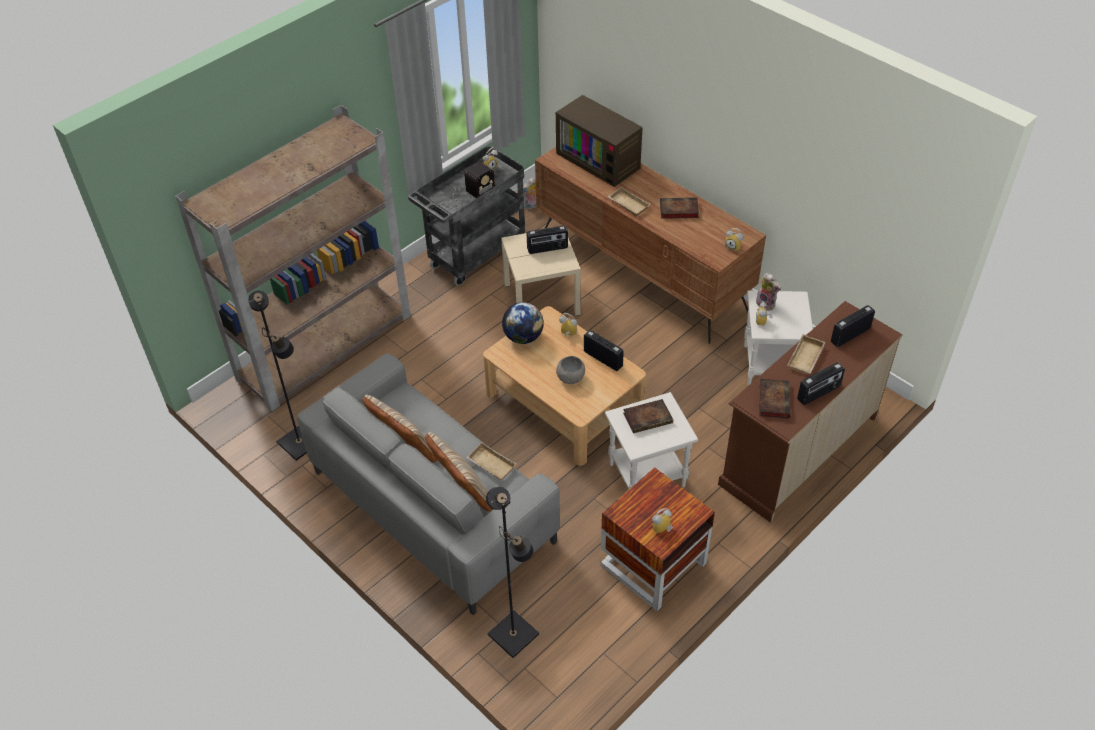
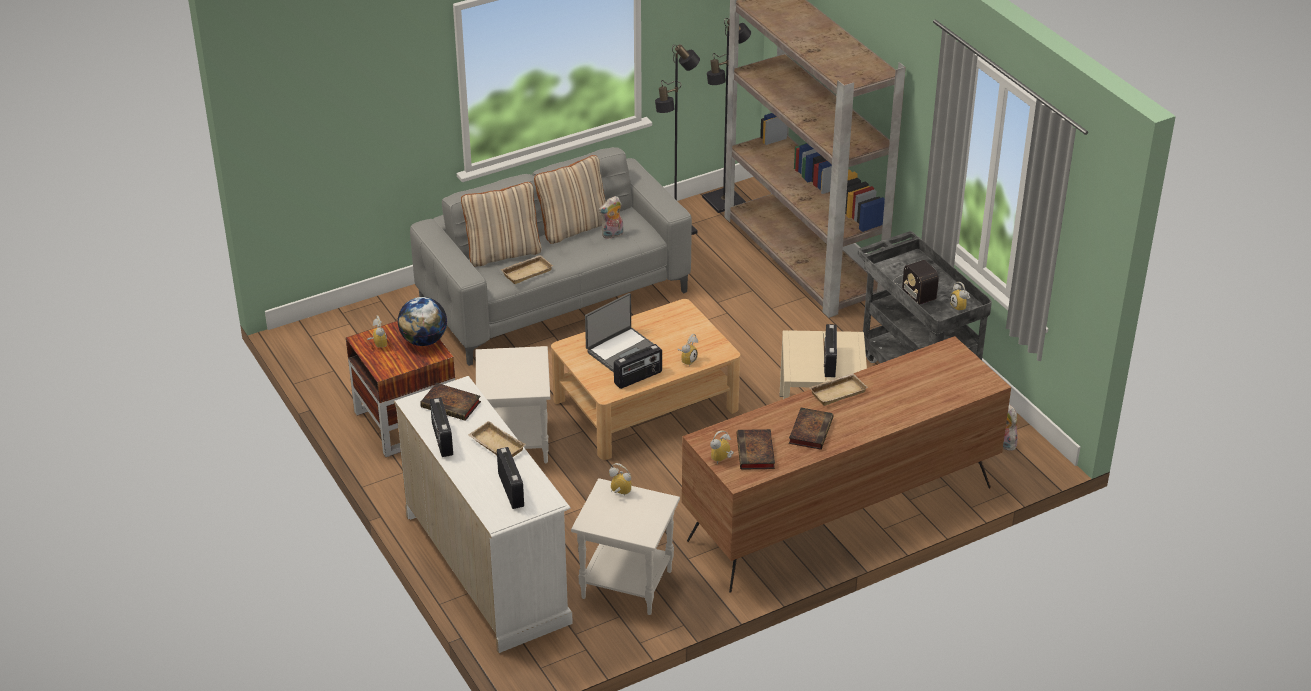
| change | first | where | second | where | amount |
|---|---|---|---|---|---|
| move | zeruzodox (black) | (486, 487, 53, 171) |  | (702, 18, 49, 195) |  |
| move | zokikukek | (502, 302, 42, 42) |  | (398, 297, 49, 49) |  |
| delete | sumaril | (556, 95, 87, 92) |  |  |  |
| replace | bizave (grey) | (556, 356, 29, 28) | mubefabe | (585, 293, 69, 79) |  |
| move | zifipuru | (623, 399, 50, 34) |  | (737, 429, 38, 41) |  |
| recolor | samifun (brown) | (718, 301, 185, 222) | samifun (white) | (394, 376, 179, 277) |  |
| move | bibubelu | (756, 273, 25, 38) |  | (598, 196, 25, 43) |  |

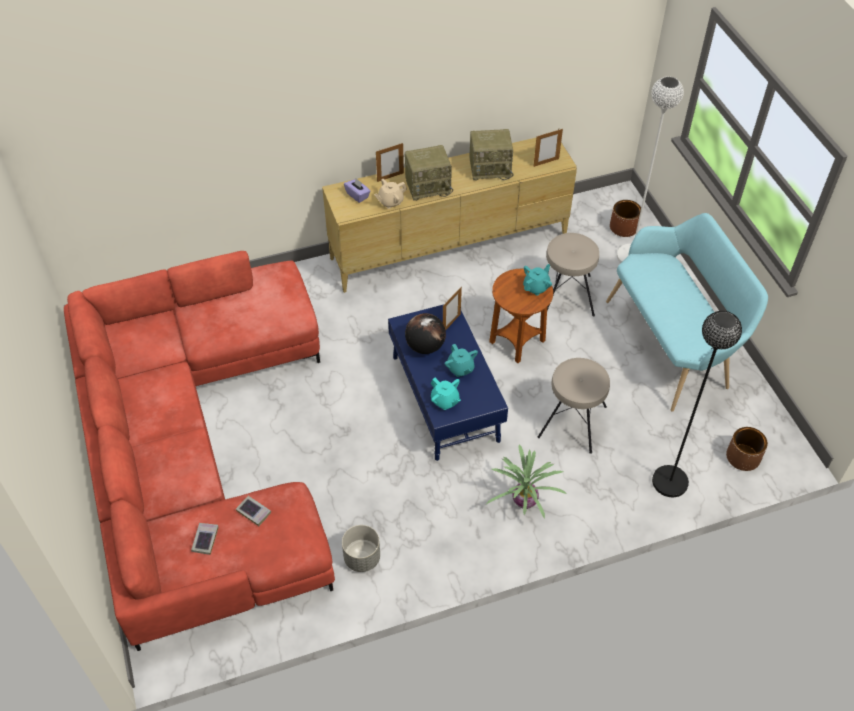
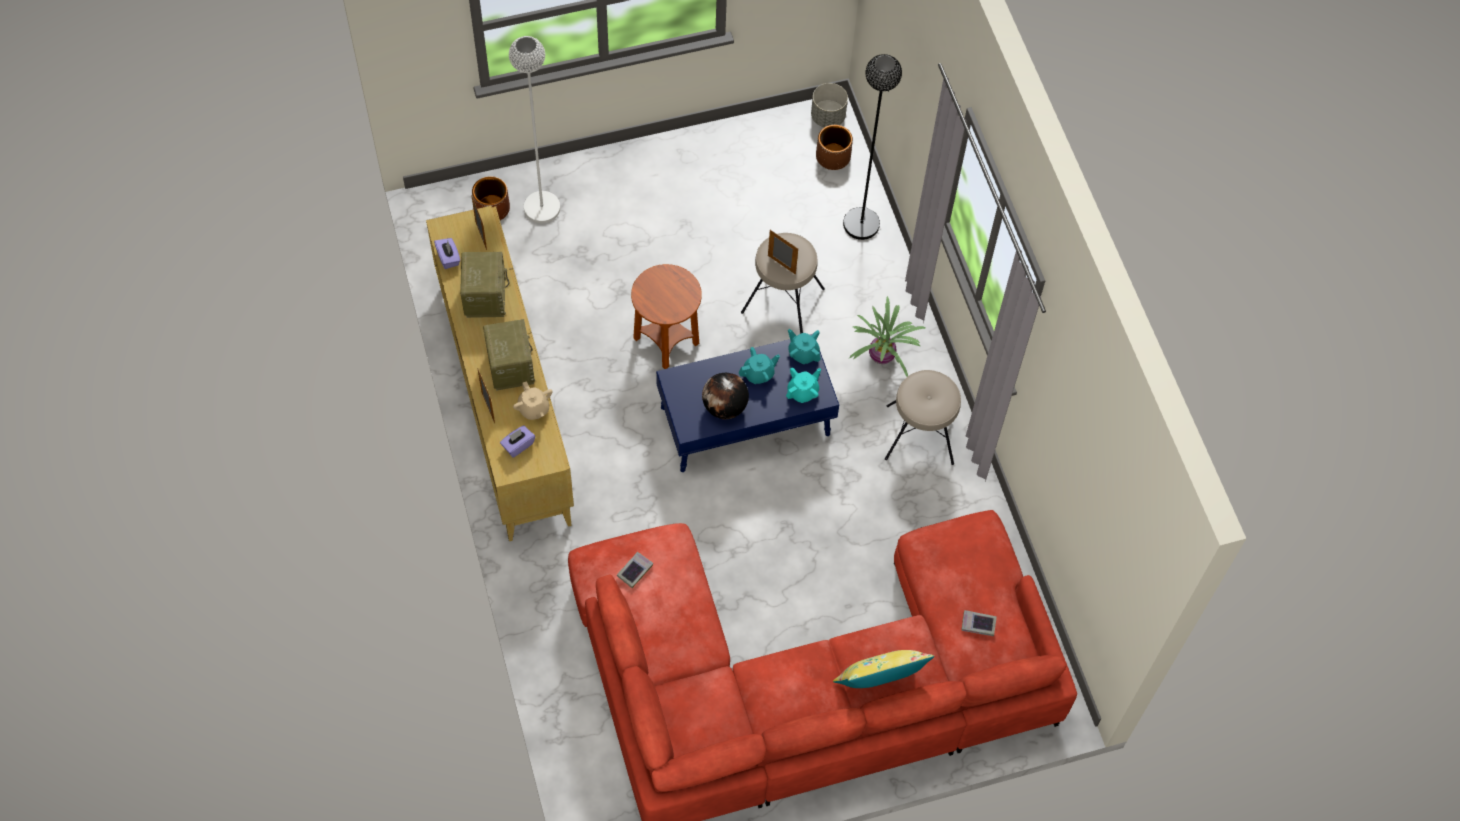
| change | first | where | second | where | amount |
|---|---|---|---|---|---|
| move | zifipuru | (236, 496, 35, 30) |  | (617, 552, 36, 36) |  |
| move | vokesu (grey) | (342, 525, 38, 47) |  | (811, 83, 37, 44) |  |
| move | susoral | (443, 287, 19, 43) |  | (768, 230, 30, 45) |  |
| move | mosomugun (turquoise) | (523, 264, 29, 32) |  | (788, 329, 33, 35) |  |
| move | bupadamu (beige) | (546, 233, 53, 83) |  | (885, 370, 76, 95) |  |
| delete | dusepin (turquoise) | (606, 213, 162, 199) |  |  |  |
| insert |  |  | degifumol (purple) | (434, 238, 26, 31) |  |
| insert |  |  | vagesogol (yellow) | (833, 650, 101, 38) |  |

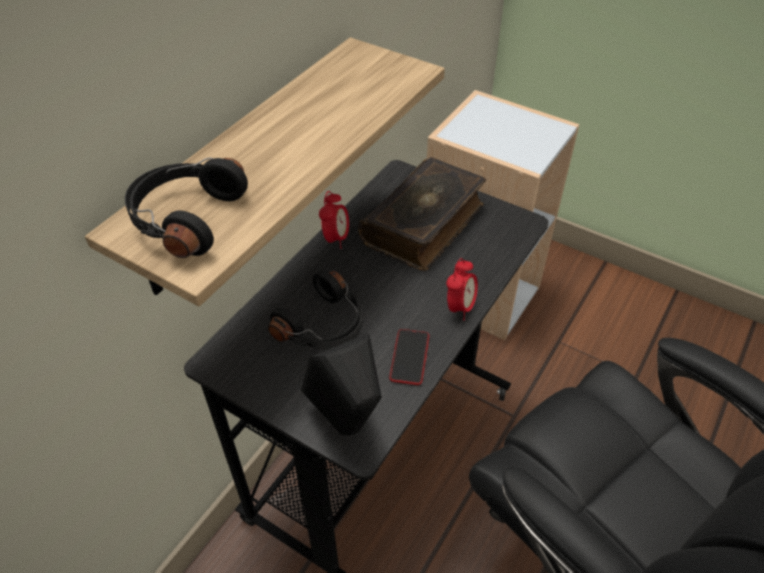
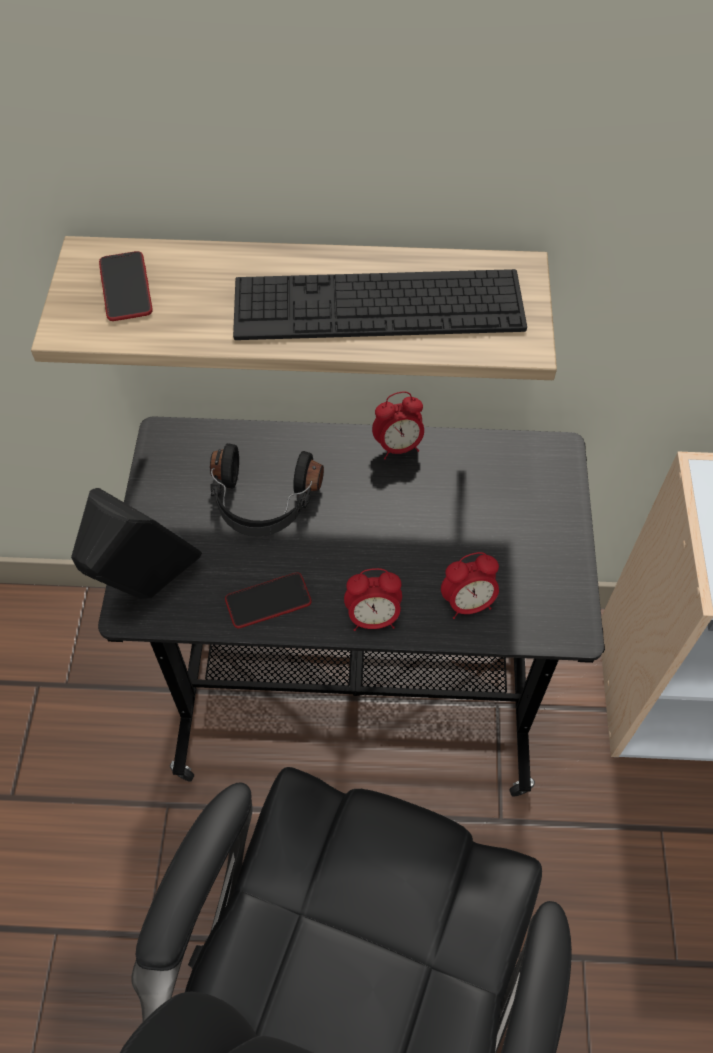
| change | first | where | second | where | amount |
|---|---|---|---|---|---|
| replace | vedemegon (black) | (125, 158, 123, 100) | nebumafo | (99, 251, 54, 70) |  |
| delete | zifipuru | (358, 157, 128, 114) |  |  |  |
| insert |  |  | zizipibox | (233, 269, 294, 71) |  |
| insert |  |  | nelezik | (441, 552, 58, 67) |  |

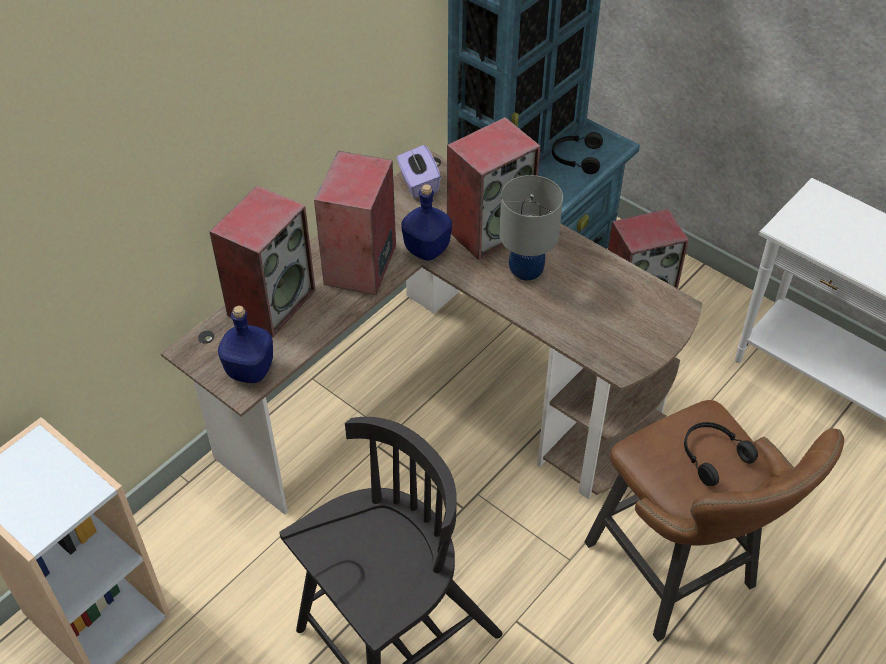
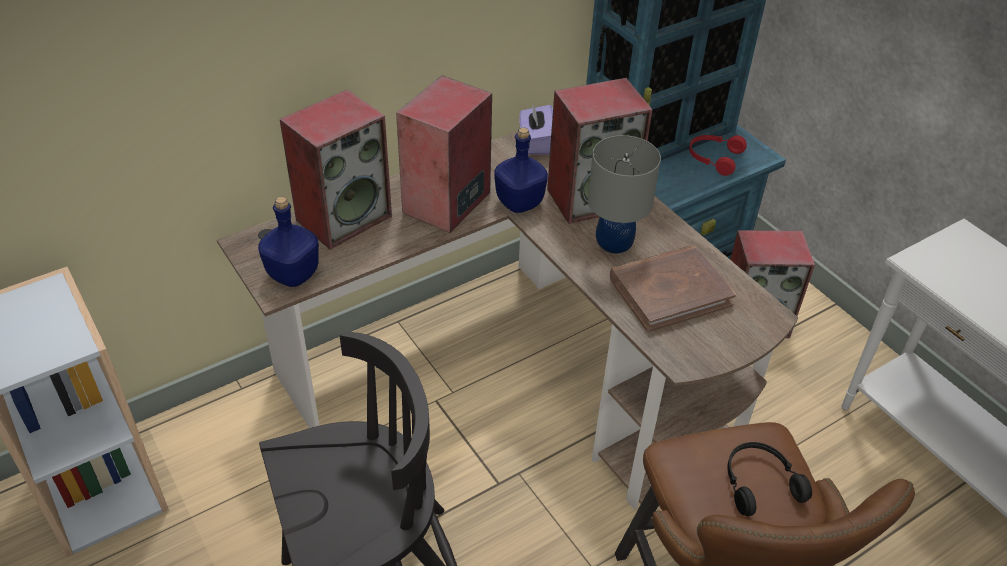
| change | first | where | second | where | amount |
|---|---|---|---|---|---|
| recolor | vedemegon (black) | (552, 132, 51, 42) | vedemegon (red) | (689, 135, 58, 41) |  |
| insert |  |  | zifipuru (brown) | (610, 245, 126, 87) |  |

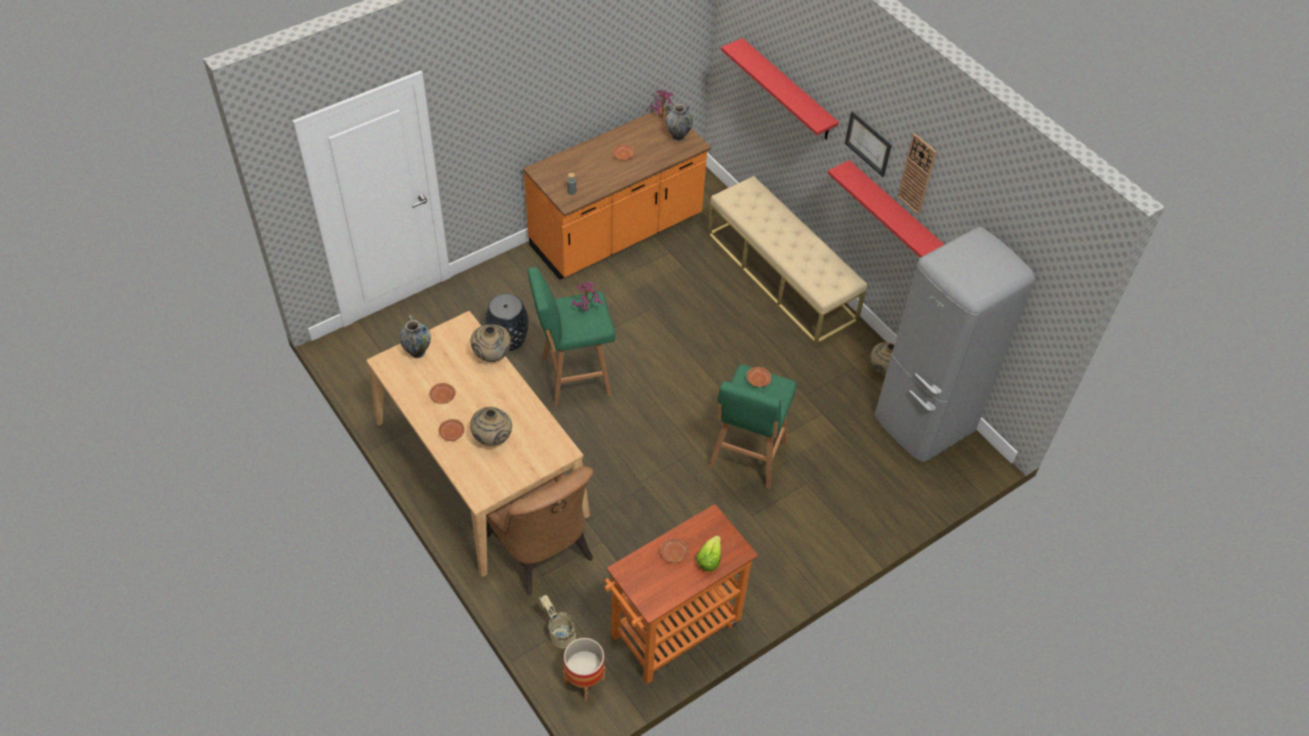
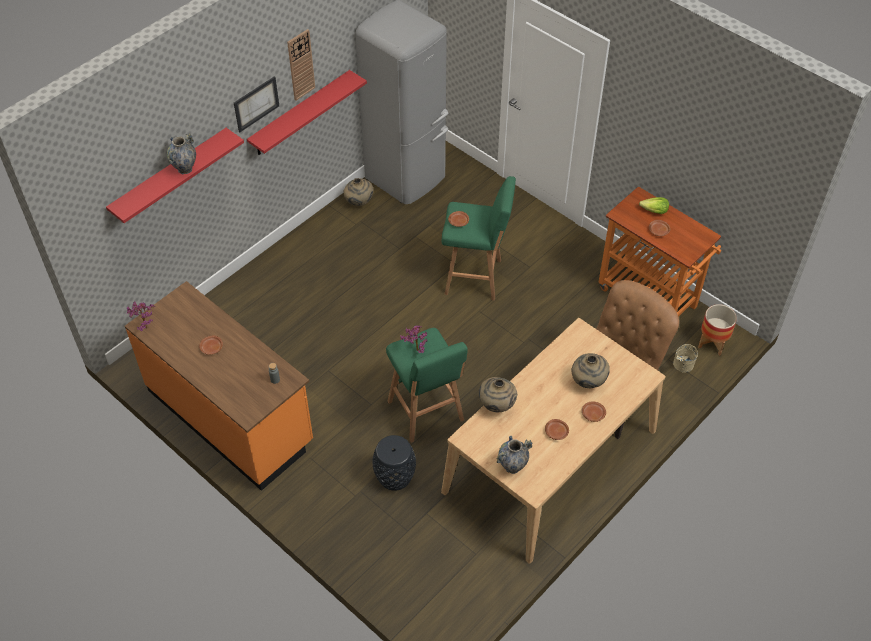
| change | first | where | second | where | amount |
|---|---|---|---|---|---|
| move | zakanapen | (665, 103, 28, 38) |  | (167, 134, 29, 40) |  |
| delete | dusepin (beige) | (707, 176, 160, 169) |  |  |  |

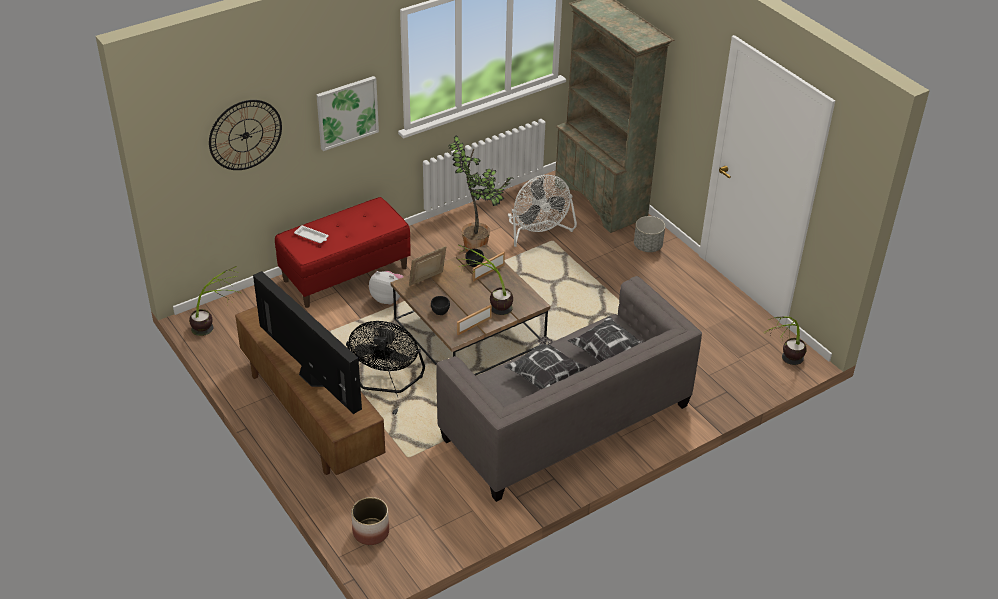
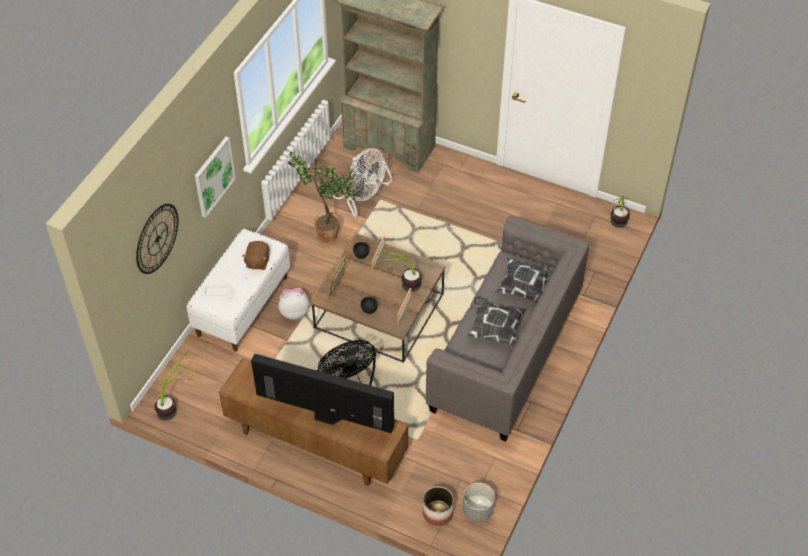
| change | first | where | second | where | amount |
|---|---|---|---|---|---|
| recolor | dusepin (red) | (275, 197, 136, 111) | dusepin (white) | (187, 229, 103, 123) |  |
| move | vokesu (grey) | (634, 216, 31, 36) |  | (463, 483, 32, 39) |  |
| insert |  |  | bibubelu (brown) | (242, 241, 28, 29) |  |

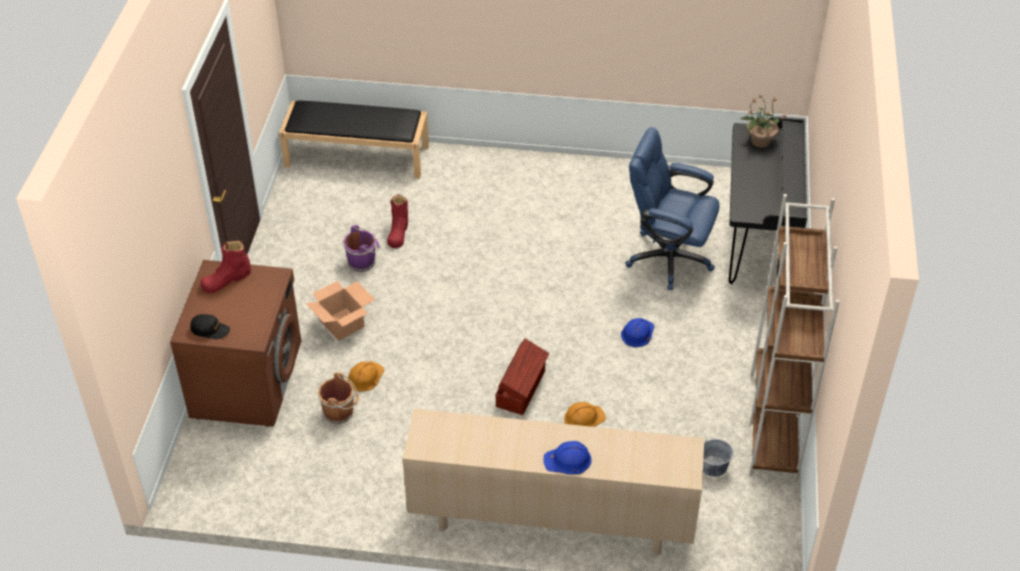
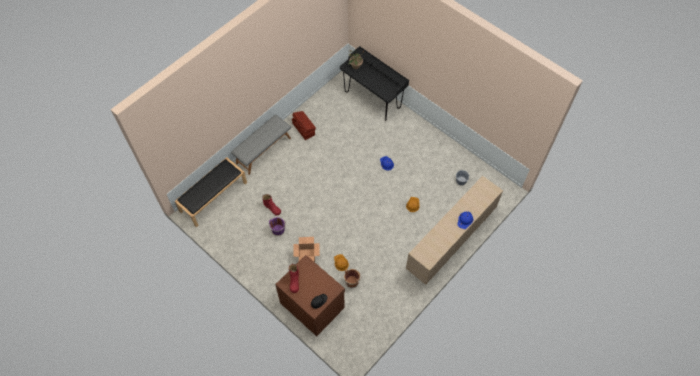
| change | first | where | second | where | amount |
|---|---|---|---|---|---|
| move | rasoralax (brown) | (496, 339, 53, 76) |  | (292, 111, 24, 29) |  |
| delete | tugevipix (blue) | (625, 127, 95, 163) |  |  |  |
| delete | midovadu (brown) | (749, 194, 91, 287) |  |  |  |
| insert |  |  | dusepin (grey) | (231, 115, 60, 60) |  |

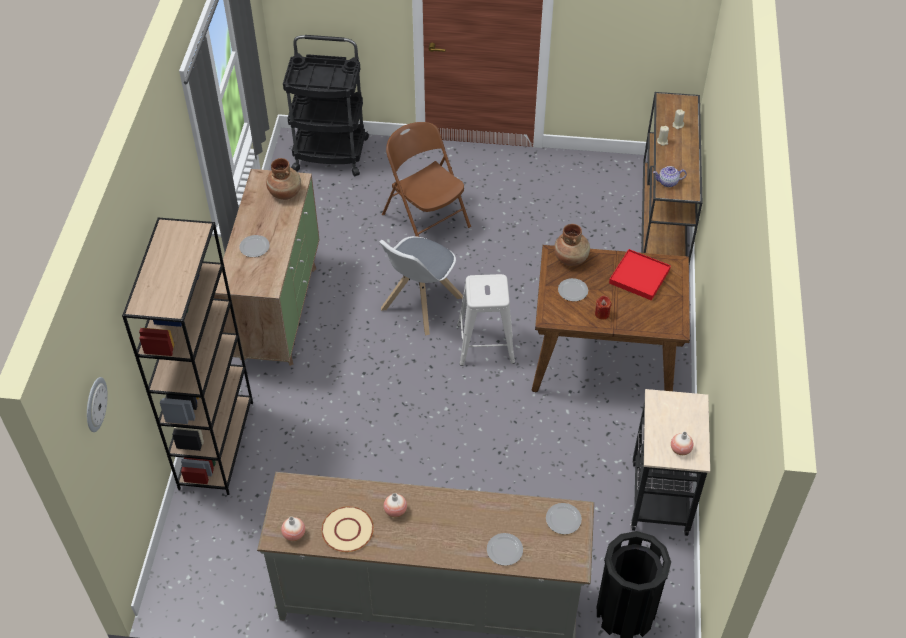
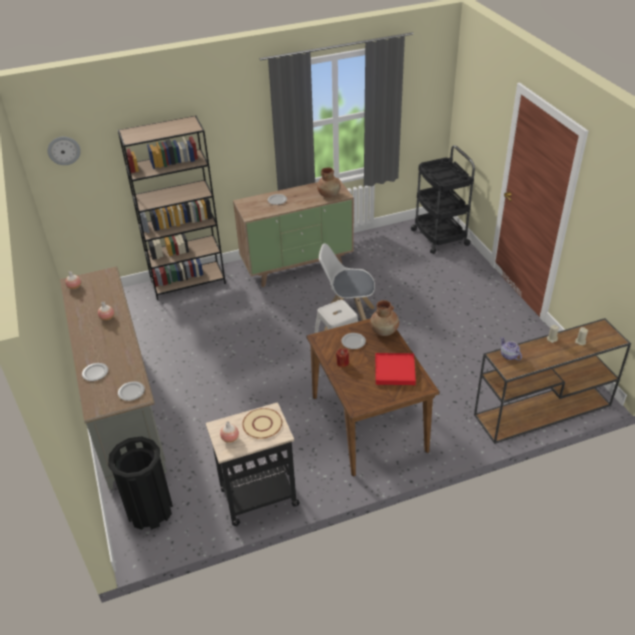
| change | first | where | second | where | amount |
|---|---|---|---|---|---|
| move | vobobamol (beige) | (322, 506, 52, 46) |  | (242, 408, 40, 31) |  |
| delete | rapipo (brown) | (382, 122, 89, 115) |  |  |  |

